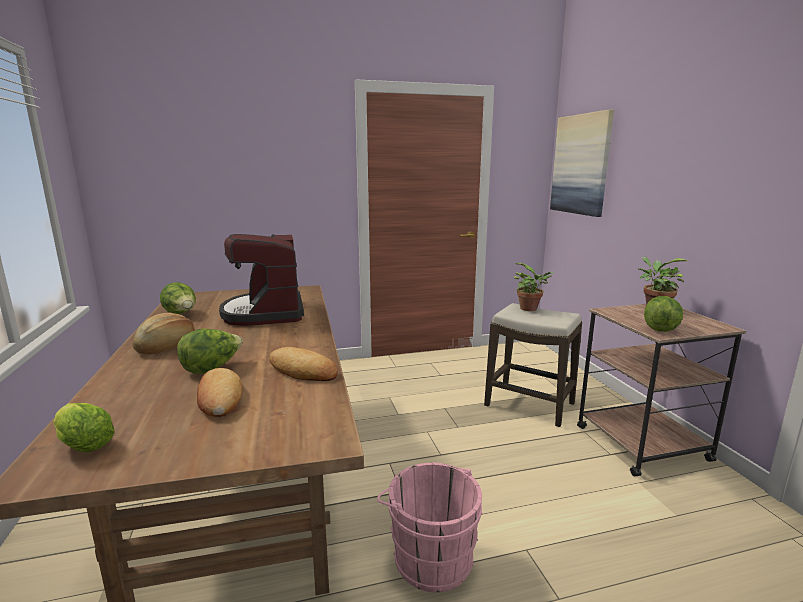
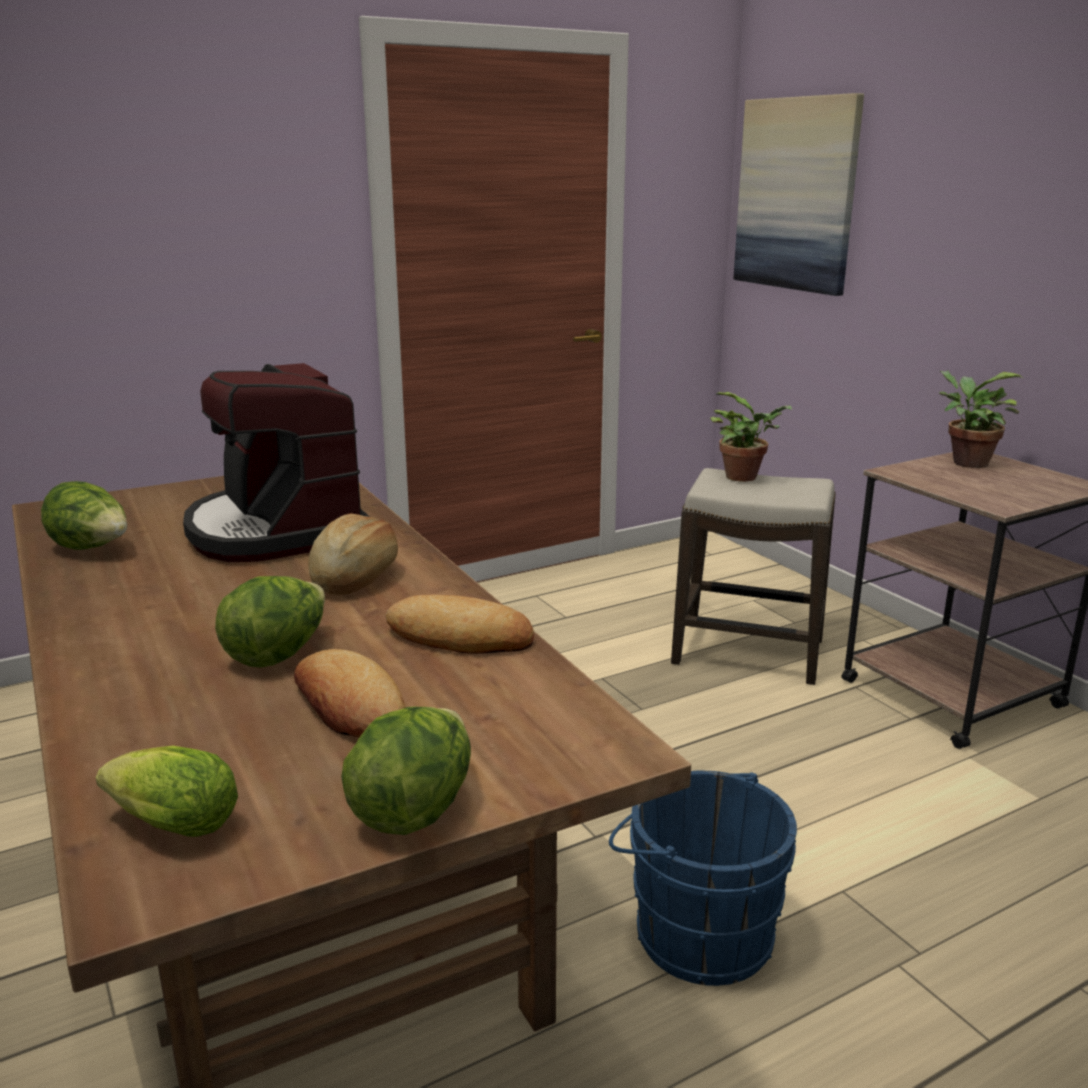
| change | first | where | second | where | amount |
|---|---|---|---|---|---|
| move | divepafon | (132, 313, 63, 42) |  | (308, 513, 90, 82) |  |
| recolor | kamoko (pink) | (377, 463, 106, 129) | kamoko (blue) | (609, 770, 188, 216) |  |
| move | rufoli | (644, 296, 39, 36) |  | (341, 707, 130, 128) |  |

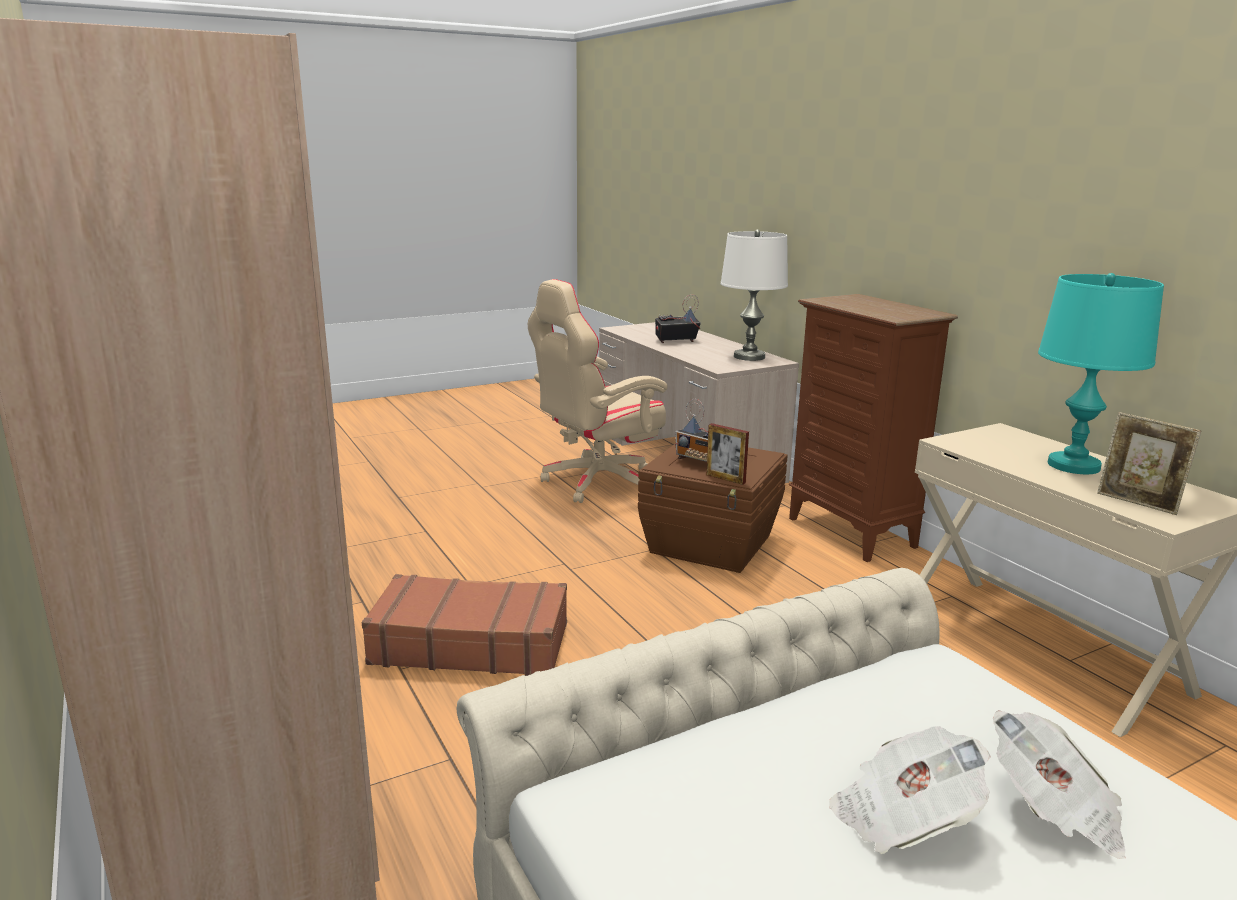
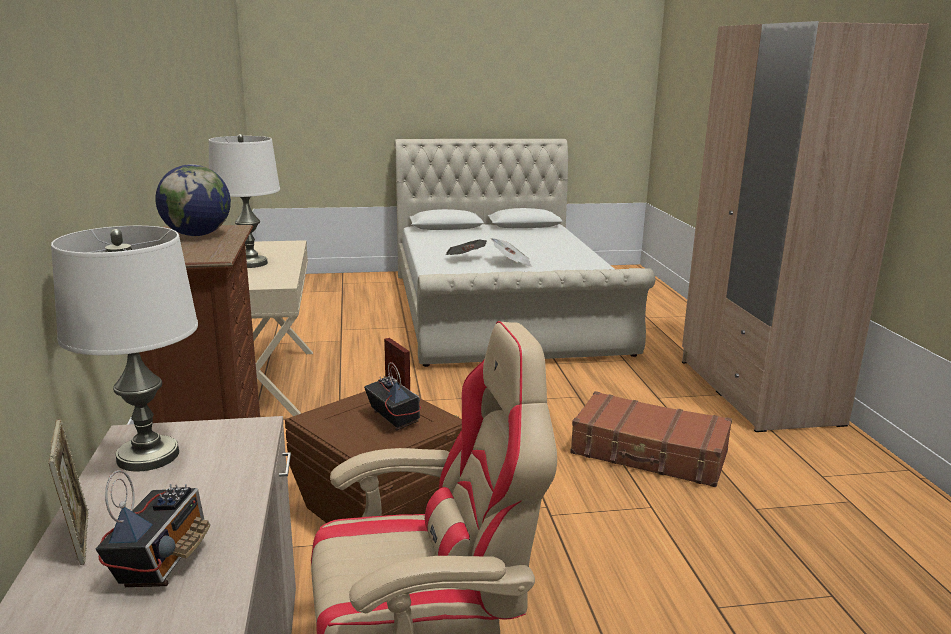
| change | first | where | second | where | amount |
|---|---|---|---|---|---|
| rotate | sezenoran | (655, 295, 46, 48) |  | (96, 470, 114, 117) | 90 degrees counterclockwise |
| recolor | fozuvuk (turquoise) | (1038, 273, 126, 201) | fozuvuk (white) | (209, 134, 71, 134) |  |
| move | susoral | (1097, 412, 104, 103) |  | (48, 419, 41, 146) |  |
| insert |  |  | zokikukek | (155, 164, 76, 72) |  |

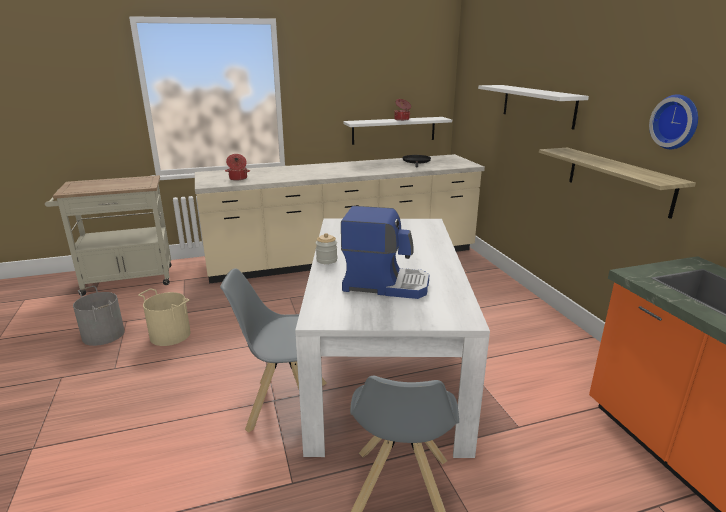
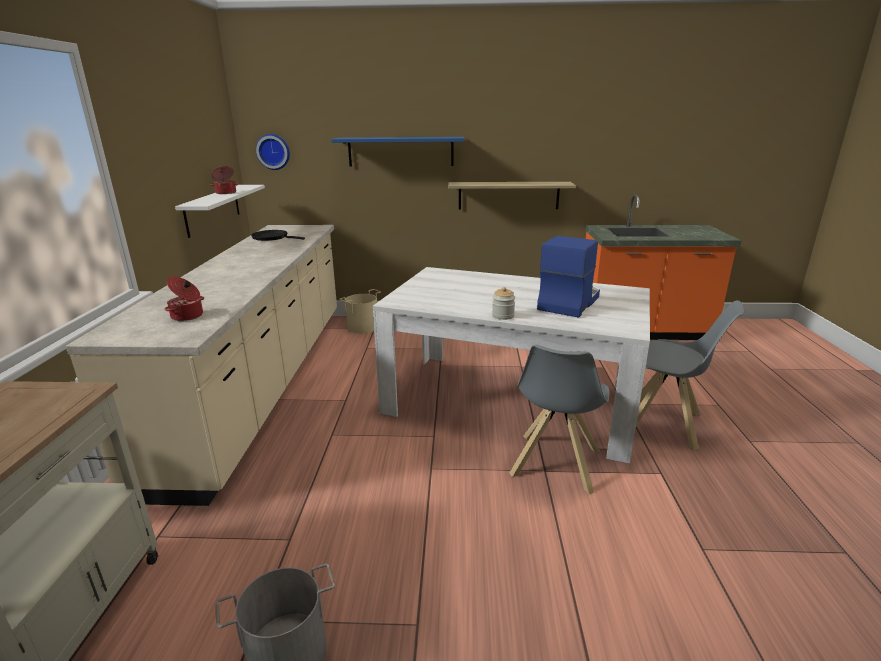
| change | first | where | second | where | amount |
|---|---|---|---|---|---|
| move | kamoko (beige) | (138, 288, 53, 58) |  | (339, 289, 42, 44) |  |
| recolor | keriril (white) | (478, 85, 111, 45) | keriril (blue) | (331, 137, 133, 30) |  |
| move | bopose | (649, 94, 49, 55) |  | (256, 134, 34, 36) |  |

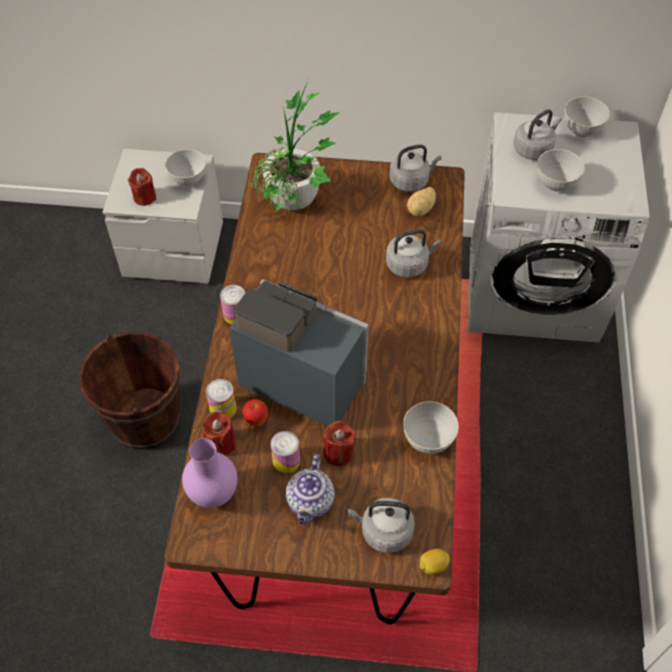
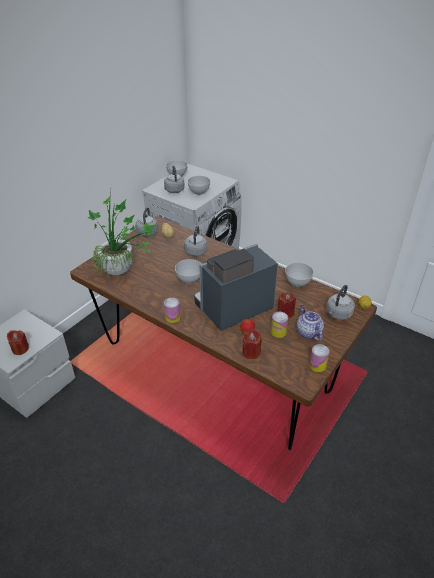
| change | first | where | second | where | amount |
|---|---|---|---|---|---|
| delete | kamoko (brown) | (78, 332, 102, 117) |  |  |  |
| move | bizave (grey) | (165, 149, 41, 37) |  | (175, 259, 26, 25) |  |
| delete | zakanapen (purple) | (182, 438, 56, 70) |  |  |  |
| move | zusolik | (206, 379, 30, 38) |  | (309, 344, 21, 28) |  |
| rotate | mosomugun | (286, 454, 49, 70) |  | (297, 305, 27, 36) | 150 degrees counterclockwise |

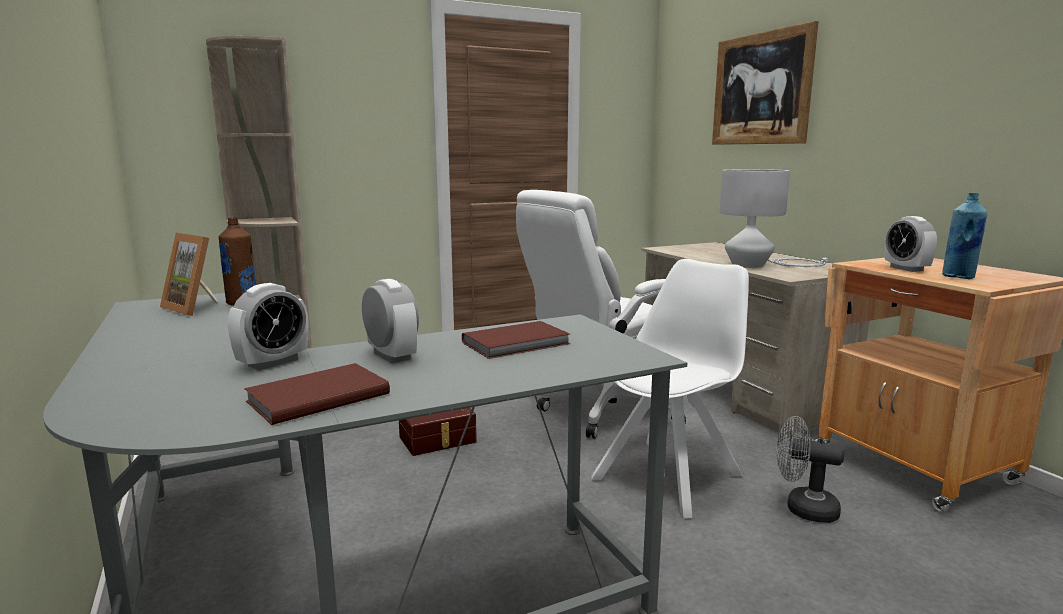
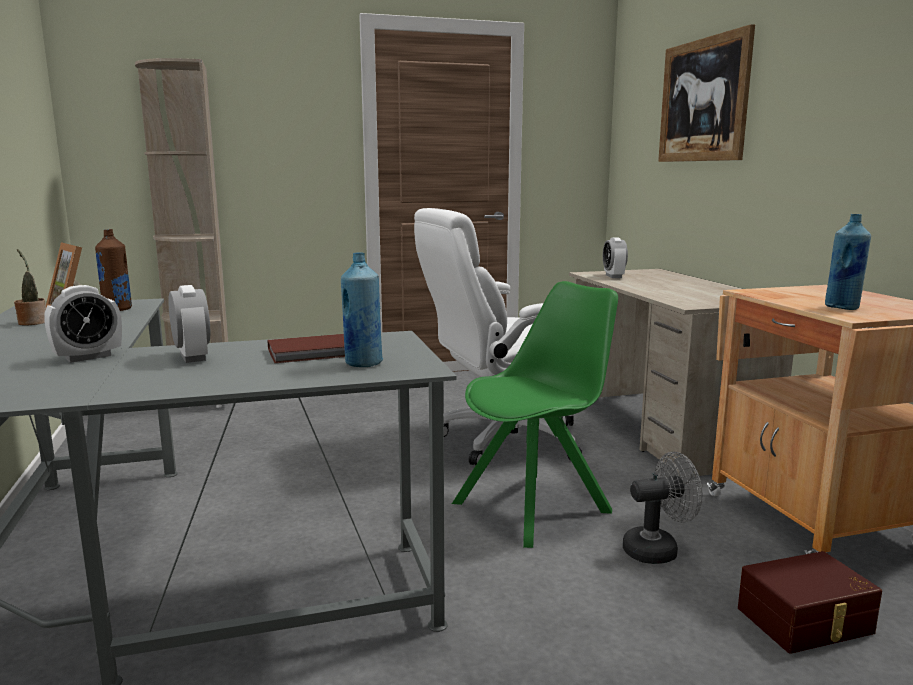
| change | first | where | second | where | amount |
|---|---|---|---|---|---|
| delete | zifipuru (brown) | (244, 363, 146, 62) |  |  |  |
| move | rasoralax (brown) | (399, 408, 78, 48) |  | (738, 551, 144, 103) |  |
| recolor | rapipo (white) | (592, 259, 157, 260) | rapipo (green) | (452, 281, 166, 267) |  |
| delete | fozuvuk (white) | (719, 169, 109, 99) |  |  |  |
| rotate | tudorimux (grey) | (777, 416, 67, 107) |  | (623, 452, 79, 112) | 135 degrees clockwise |
| move | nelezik | (885, 216, 52, 56) |  | (603, 237, 25, 41) |  |
| insert |  |  | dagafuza | (14, 249, 32, 76) |  |
| insert |  |  | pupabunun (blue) | (341, 252, 42, 115) |  |

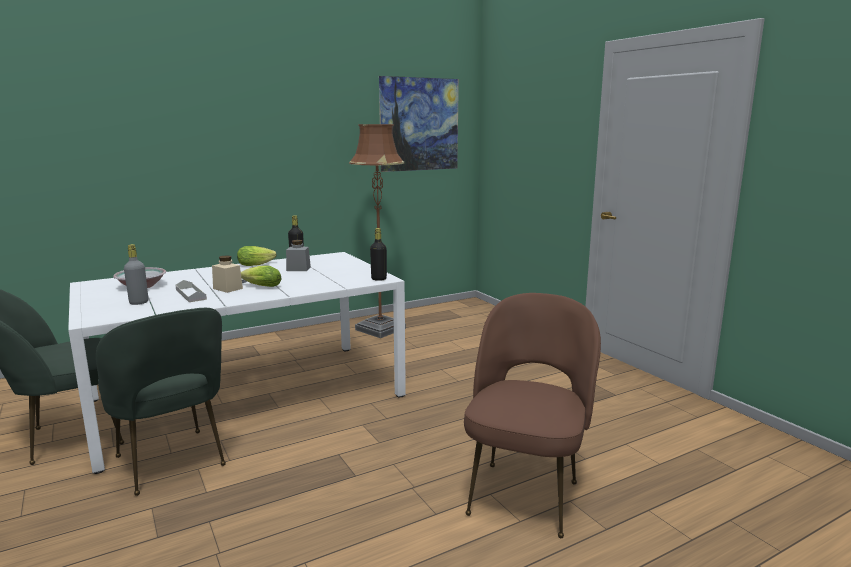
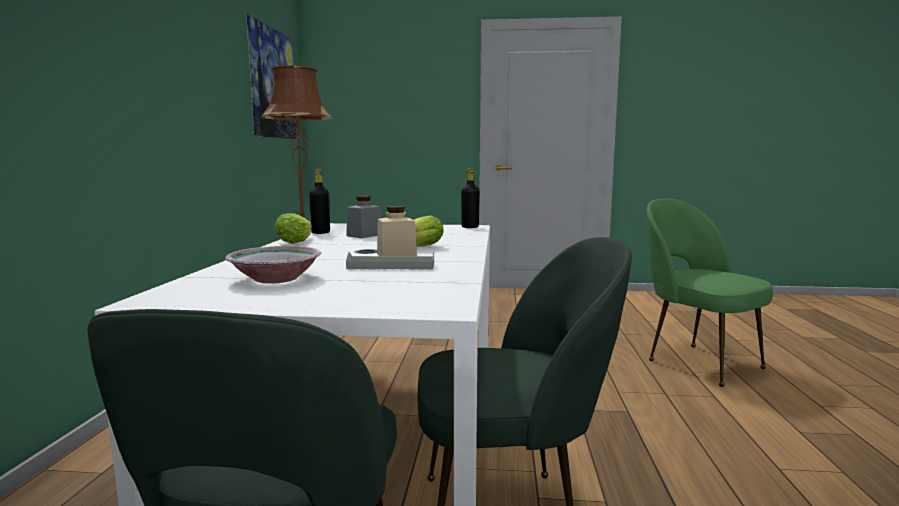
| change | first | where | second | where | amount |
|---|---|---|---|---|---|
| delete | pupabunun (grey) | (124, 244, 24, 61) |  |  |  |
| recolor | rapipo (brown) | (464, 293, 137, 245) | rapipo (green) | (646, 199, 127, 188) |  |

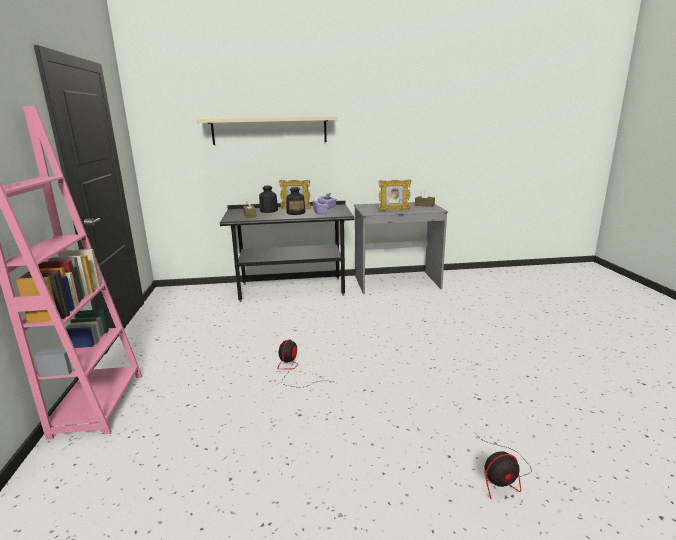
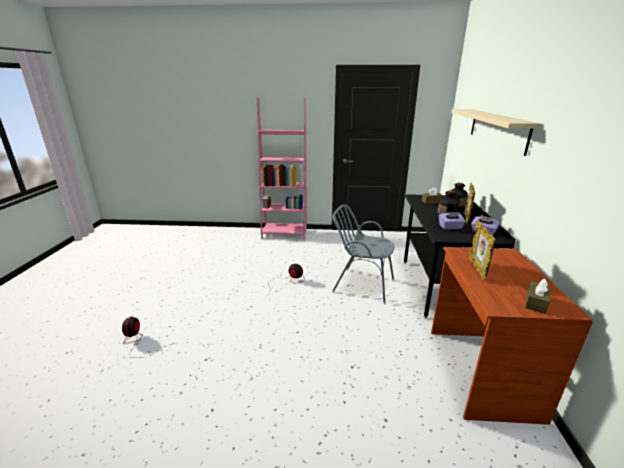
| change | first | where | second | where | amount |
|---|---|---|---|---|---|
| recolor | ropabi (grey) | (354, 202, 94, 92) | ropabi (brown) | (431, 247, 162, 178) |  |
| insert |  |  | rapipo (grey) | (332, 204, 63, 100) |  |

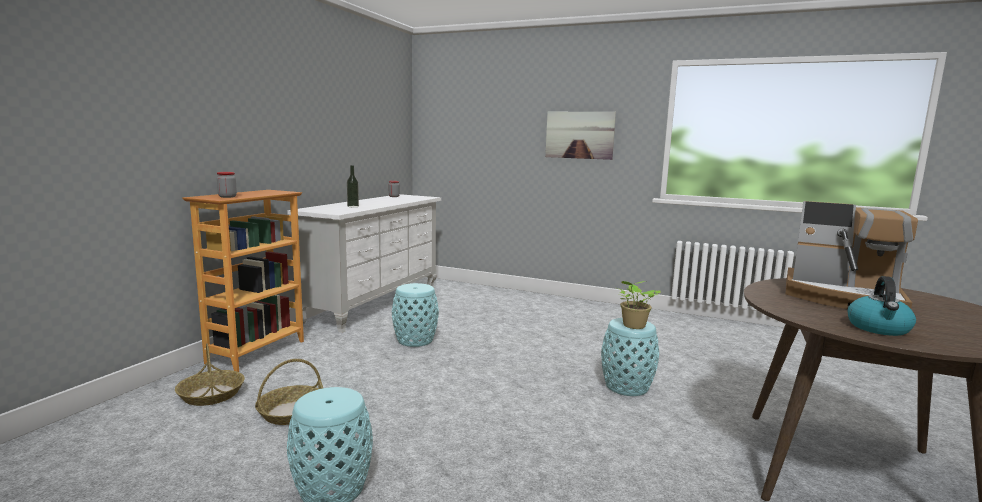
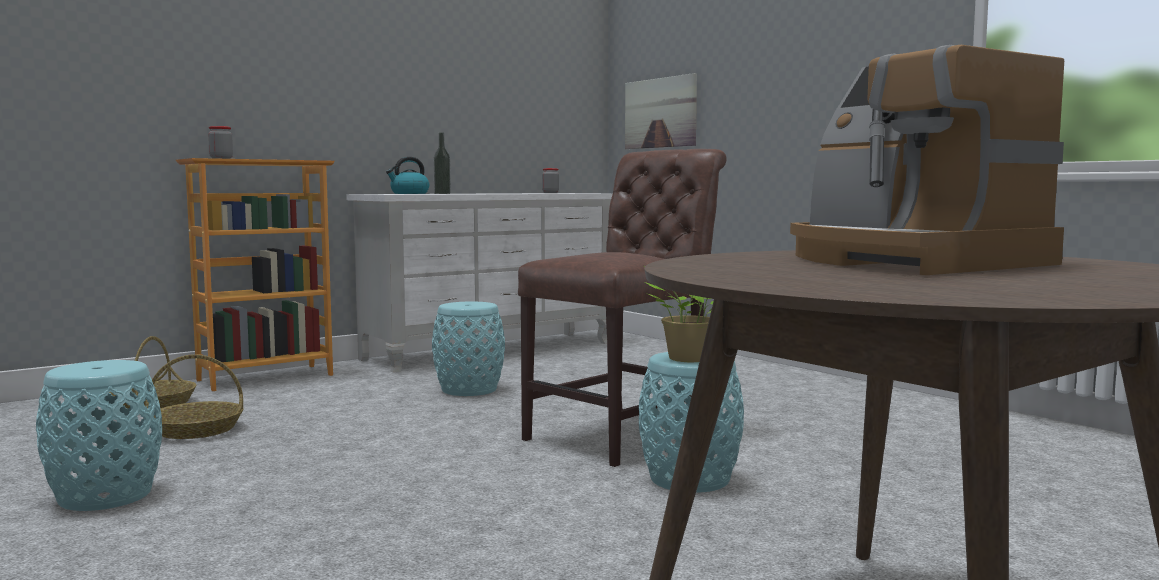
| change | first | where | second | where | amount |
|---|---|---|---|---|---|
| move | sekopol | (545, 112, 71, 48) |  | (625, 73, 72, 76) |  |
| move | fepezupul | (847, 276, 69, 60) |  | (386, 157, 44, 37) |  |
| insert |  |  | rapipo (brown) | (518, 149, 209, 318) |  |

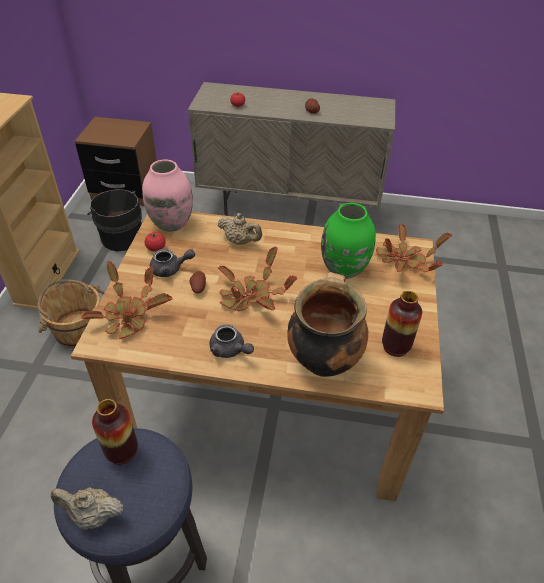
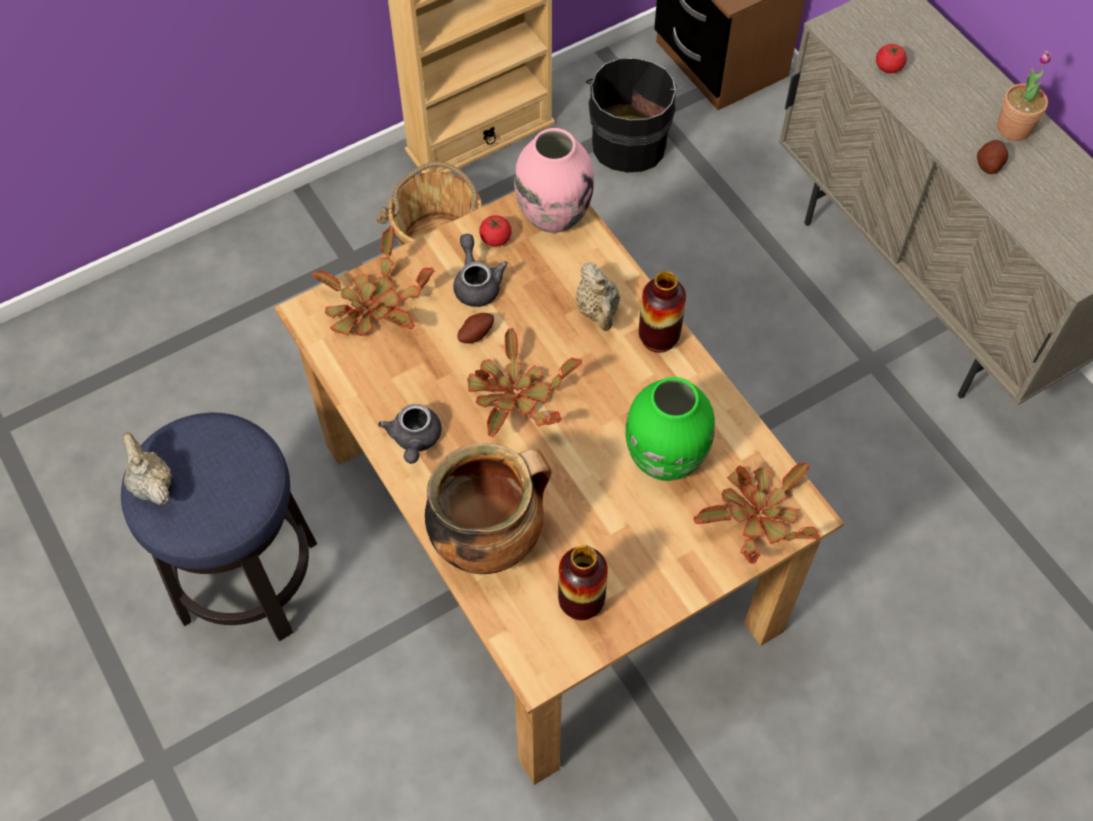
| change | first | where | second | where | amount |
|---|---|---|---|---|---|
| move | zakanapen | (92, 399, 46, 66) |  | (639, 271, 47, 82) |  |
| rotate | mosomugun (grey) | (150, 249, 45, 28) |  | (453, 234, 55, 73) | 150 degrees counterclockwise |
| insert |  |  | dagafuza | (997, 51, 54, 90) |  |

